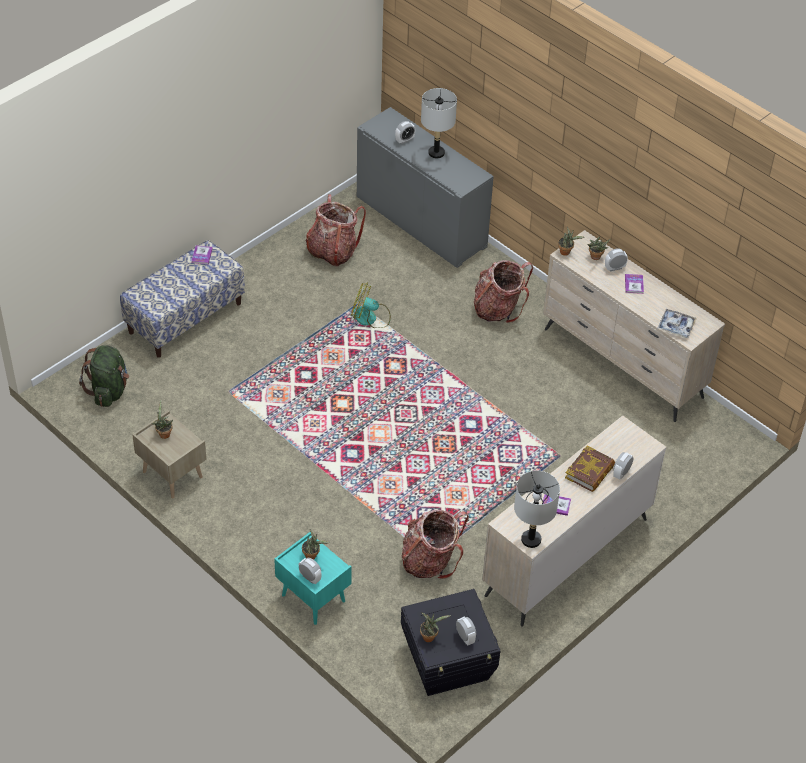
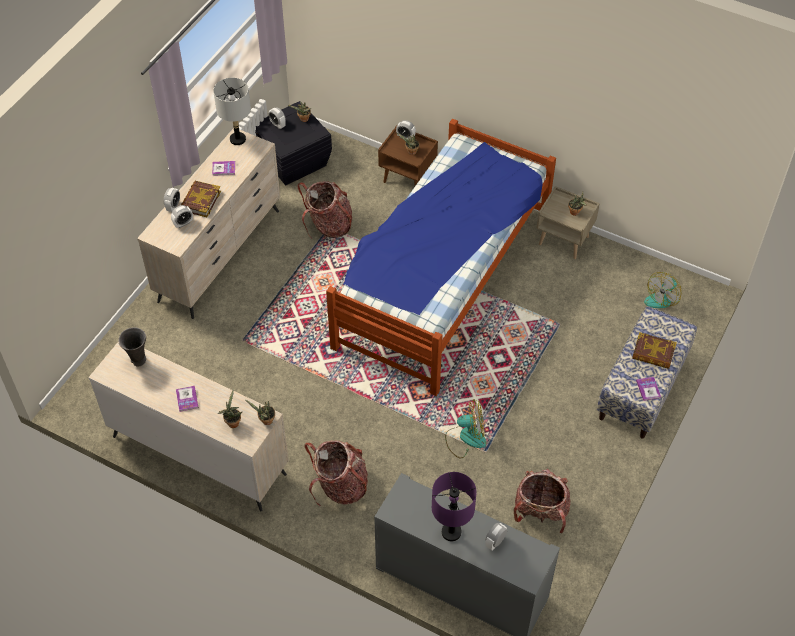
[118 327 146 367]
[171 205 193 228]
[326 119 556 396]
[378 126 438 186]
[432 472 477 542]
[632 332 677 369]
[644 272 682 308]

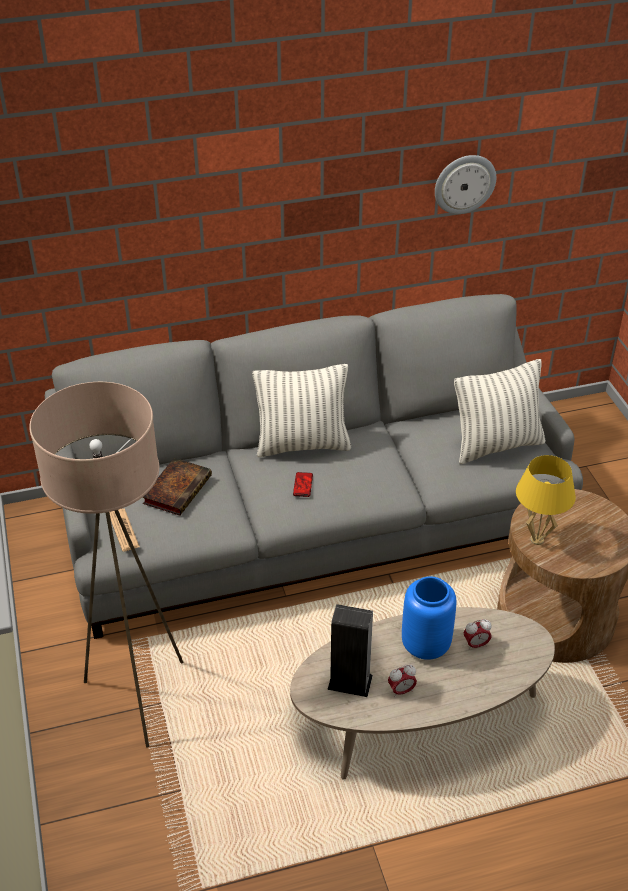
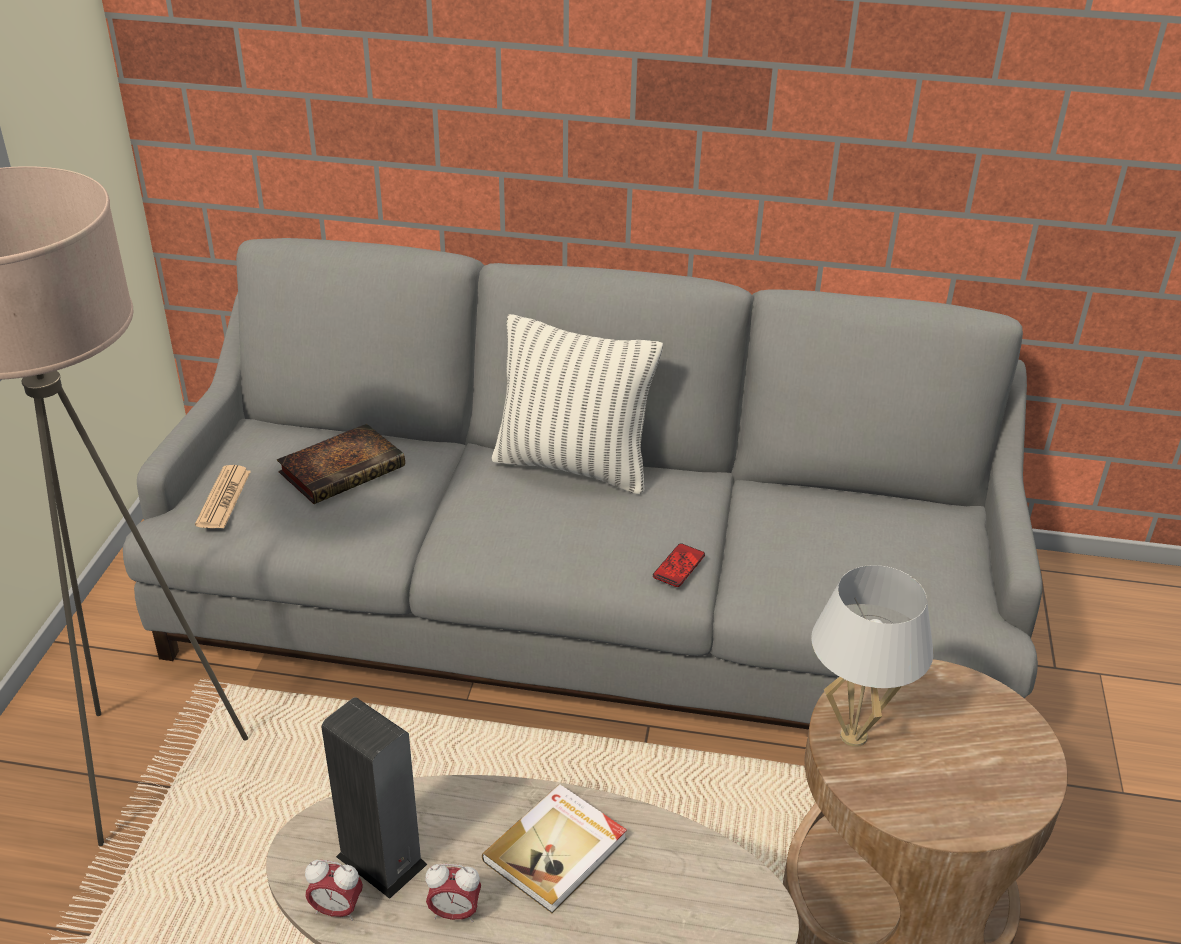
[305 860 363 921]
[482 784 627 913]
[653 543 705 587]
[811 565 933 747]
[435 155 496 214] (first image)
[454 359 546 464] (first image)

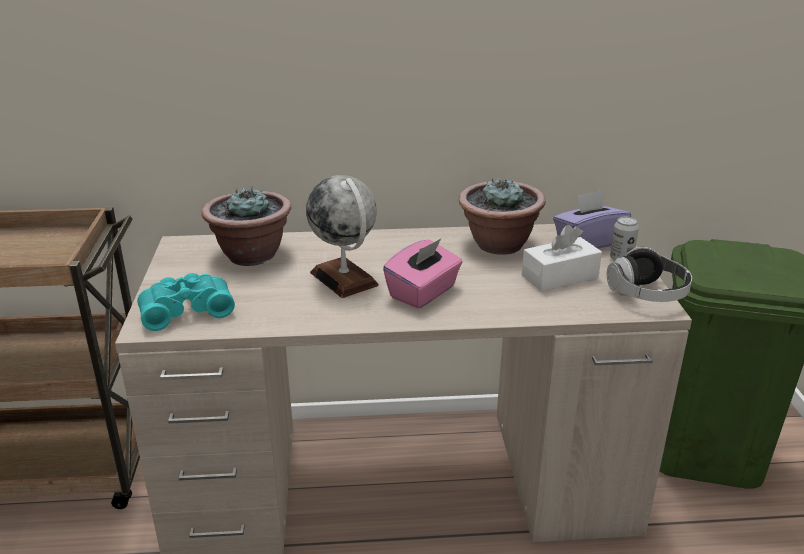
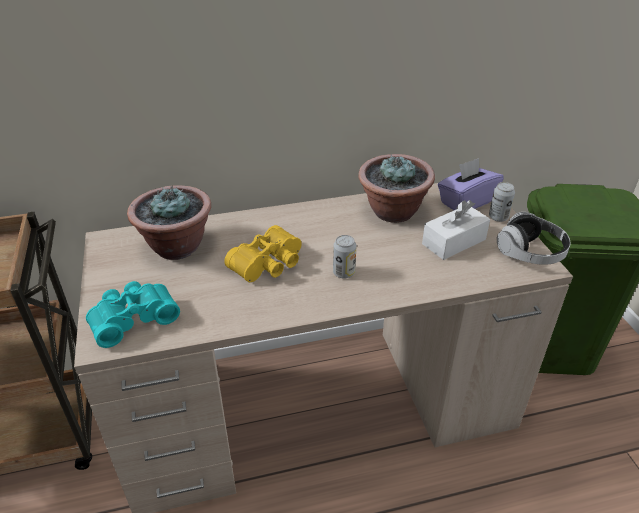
[224 225 302 282]
[333 235 356 278]

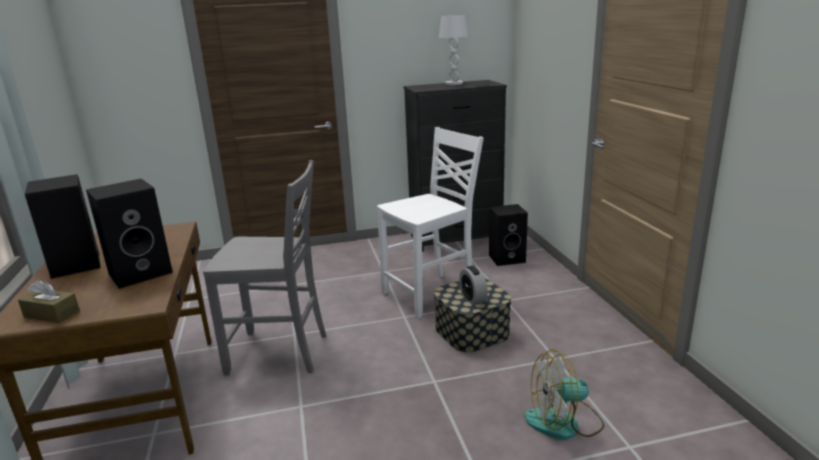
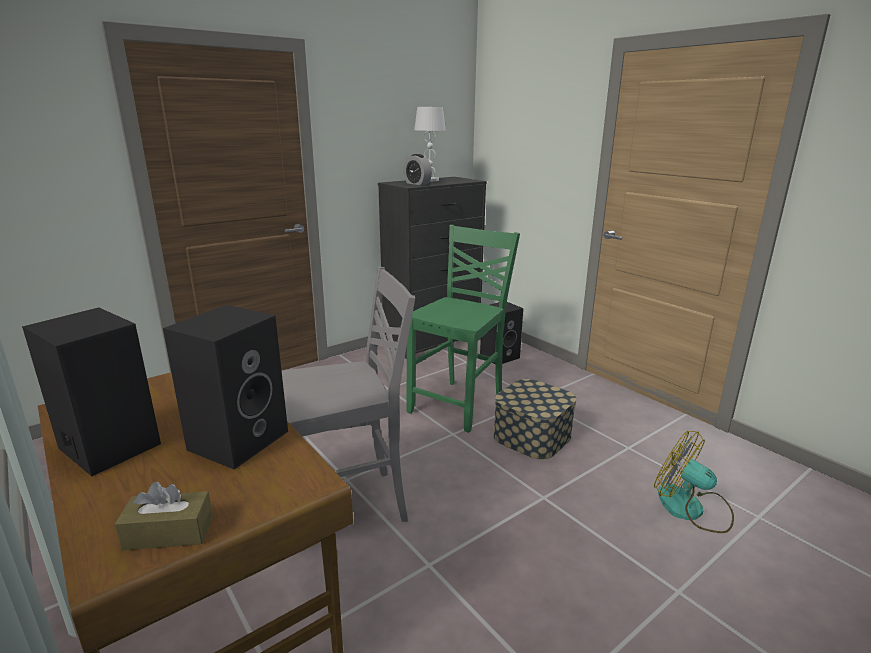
[403 154 432 185]
[406 225 520 433]
[654 431 734 533]

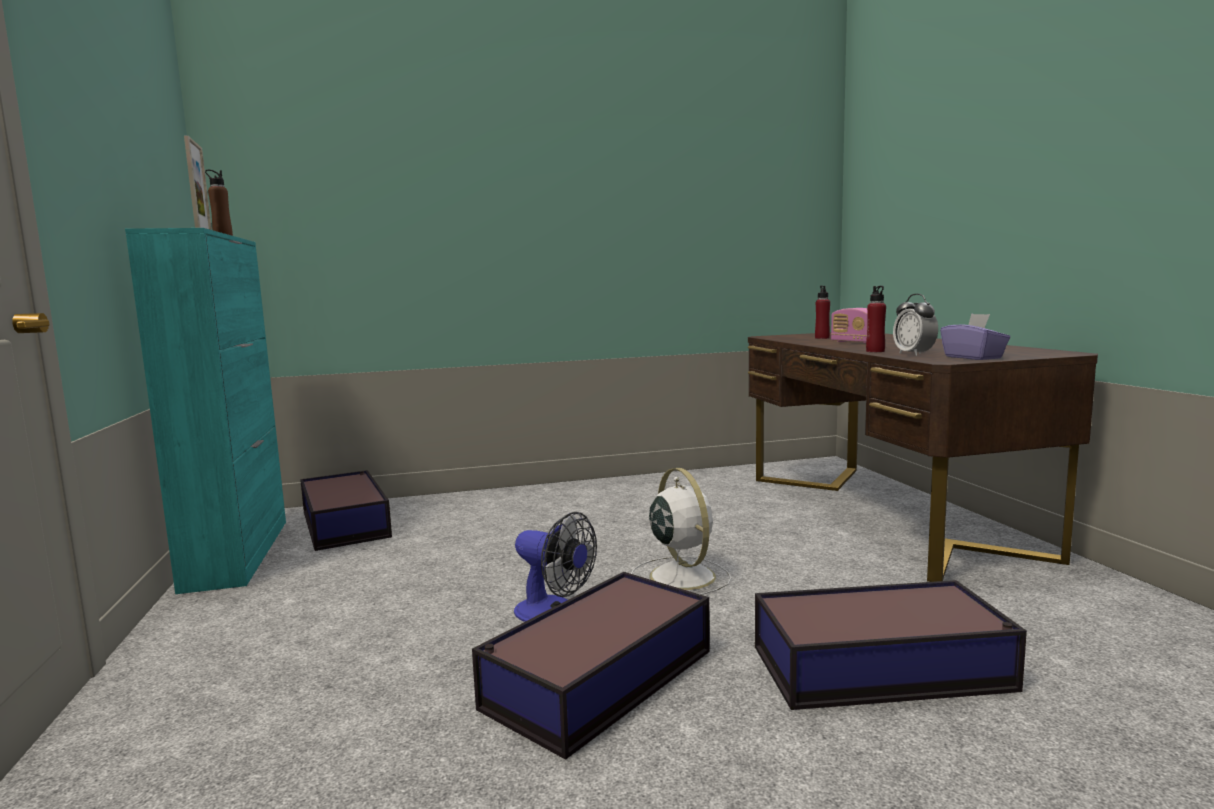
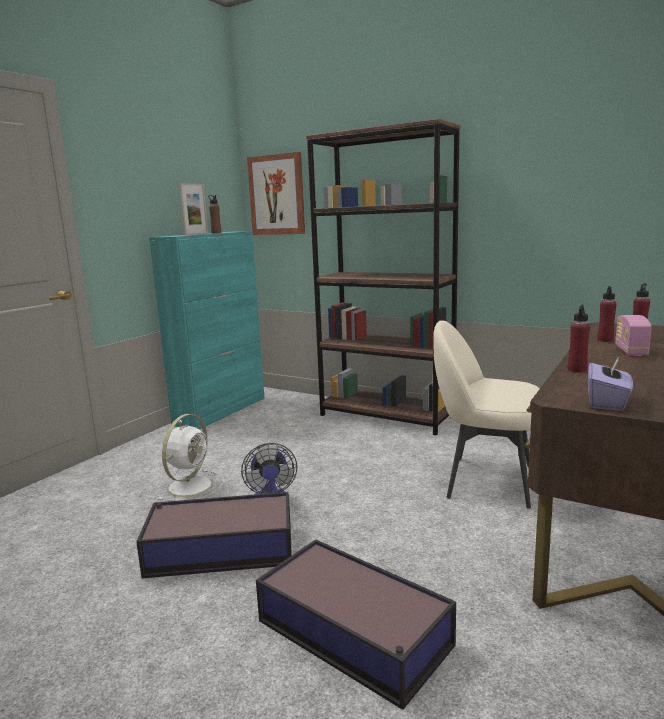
[158 414 224 501]
[247 152 305 235]
[306 118 461 435]
[433 320 540 509]
[597 286 617 342]
[300 470 392 551] (first image)
[893 294 938 356] (first image)

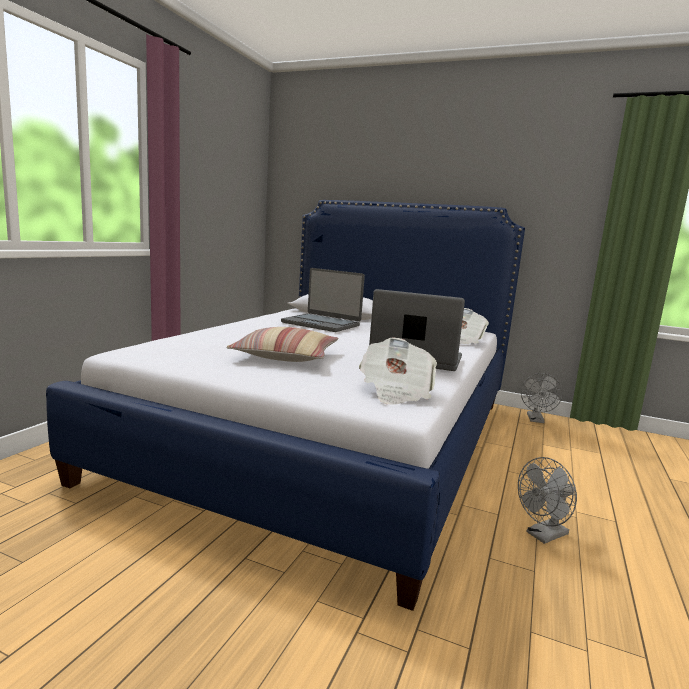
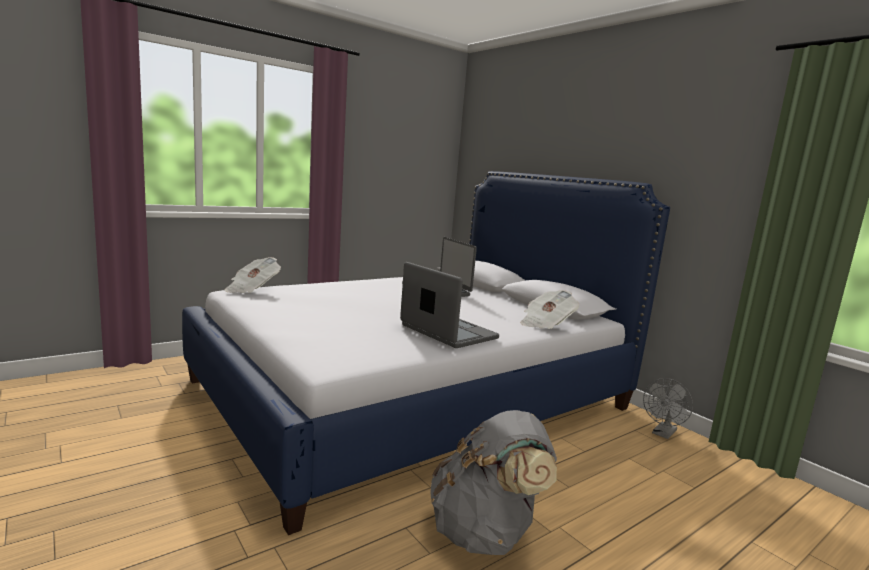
[225 257 281 293]
[430 410 557 555]
[227 327 339 362] (first image)

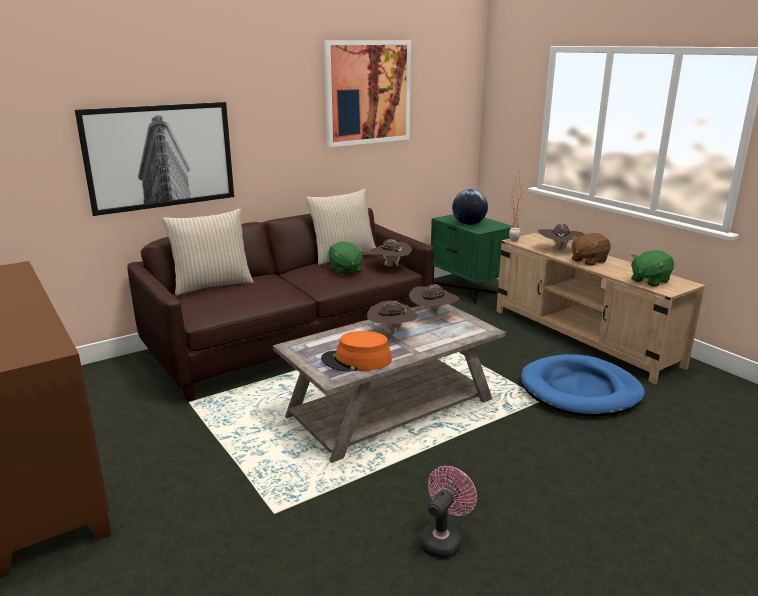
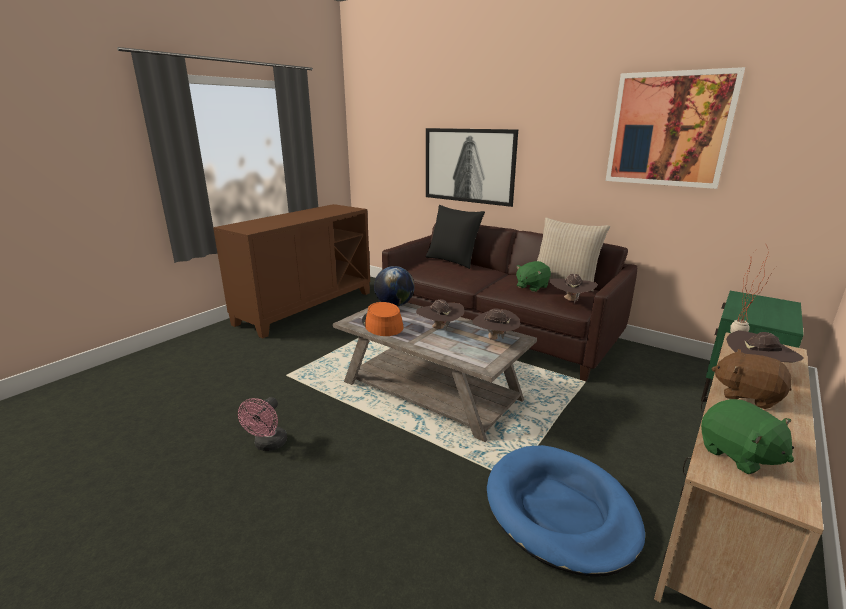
[238 397 287 451]
[374 266 415 306]
[426 205 485 269]
[701 399 794 474]

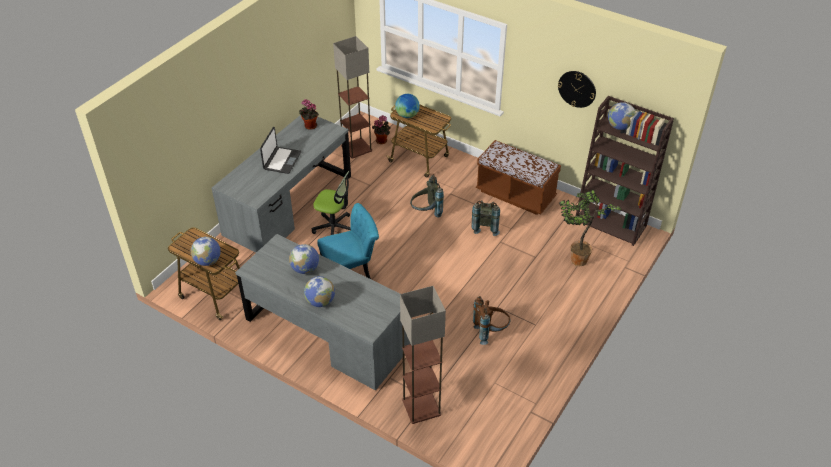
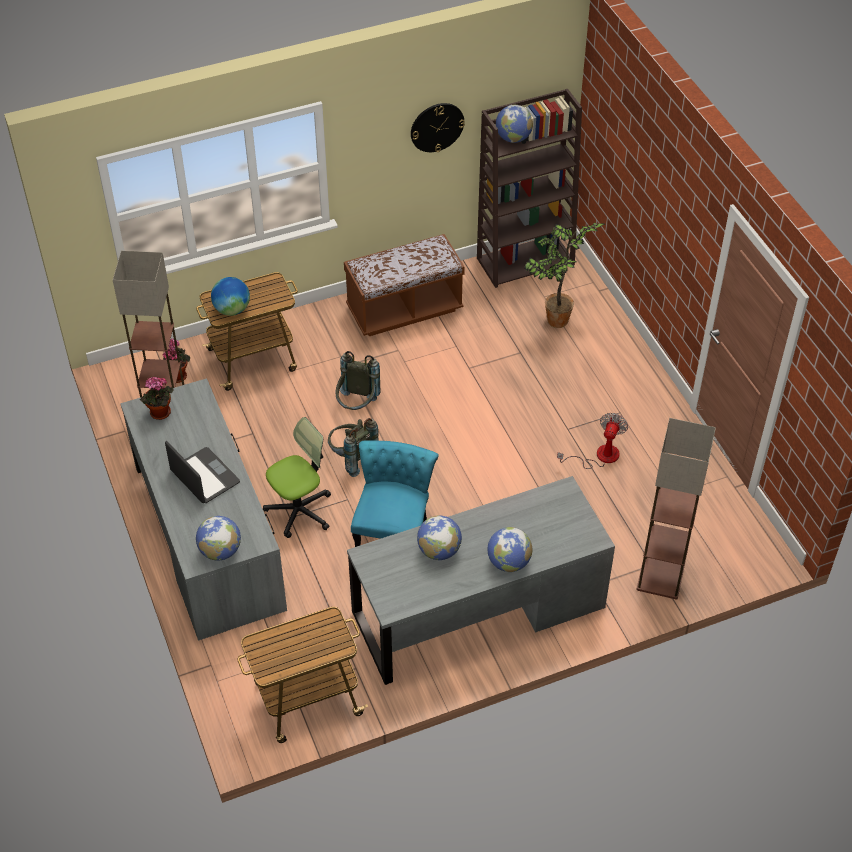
[196 516 241 560]
[328 418 379 477]
[557 413 628 469]

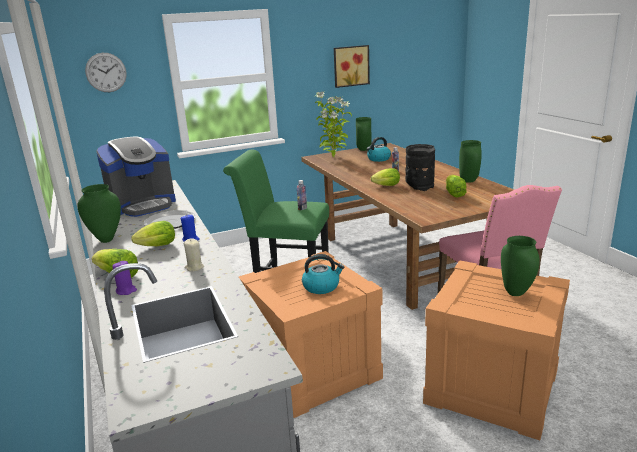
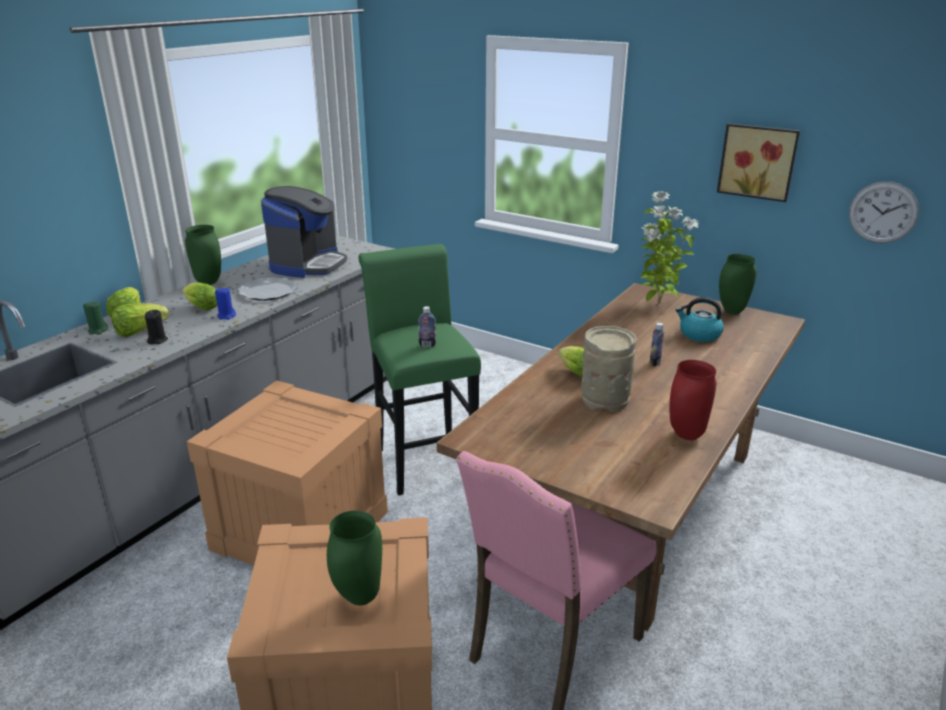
[83 302 108 335]
[112 303 169 337]
[145 310 168 344]
[261 186 347 278]
[581 326 637 412]
[670 360 716 440]
[849 182 919 243]
[302 254 345 294] (first image)

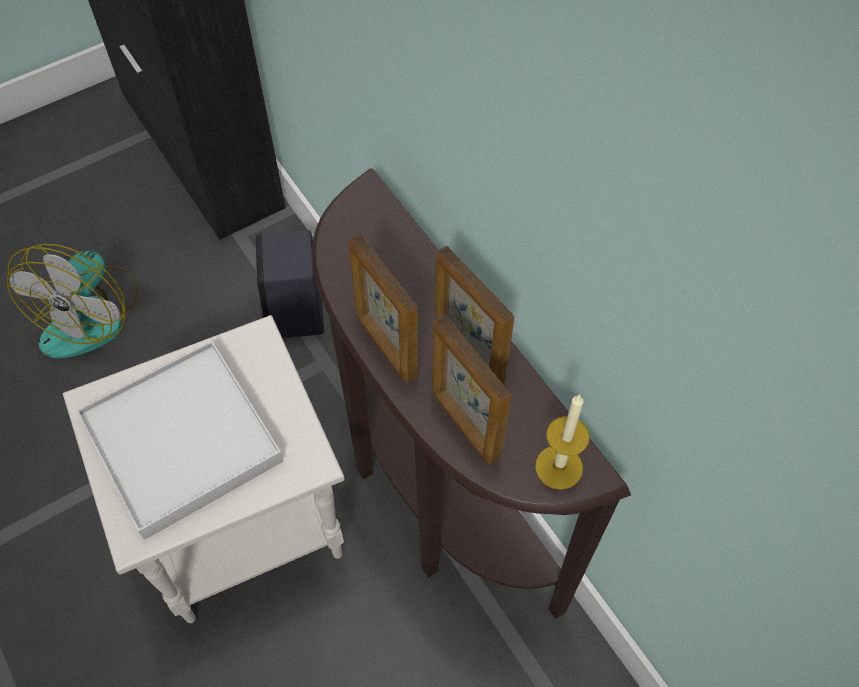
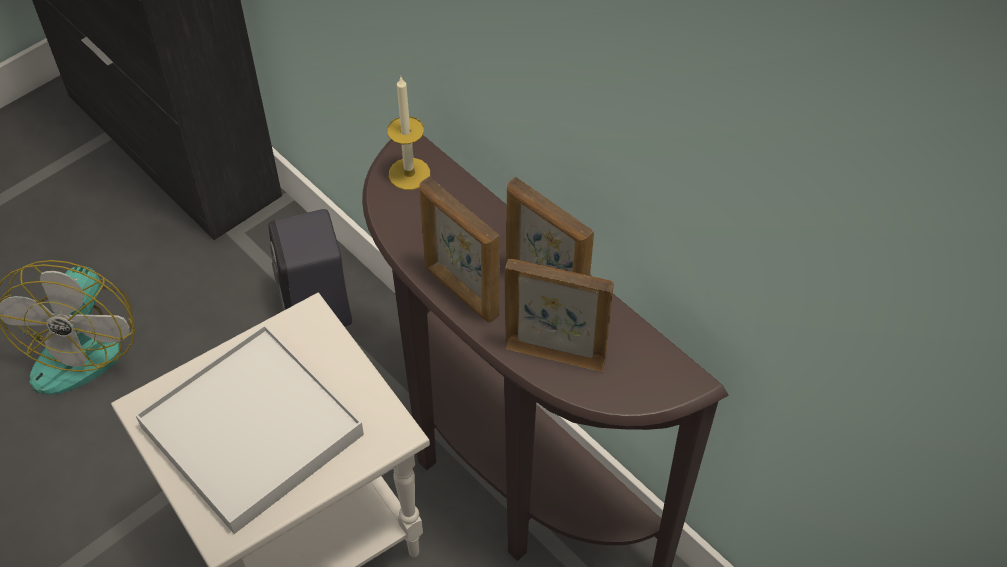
[387 77 430 190]
[505 259 614 372]

